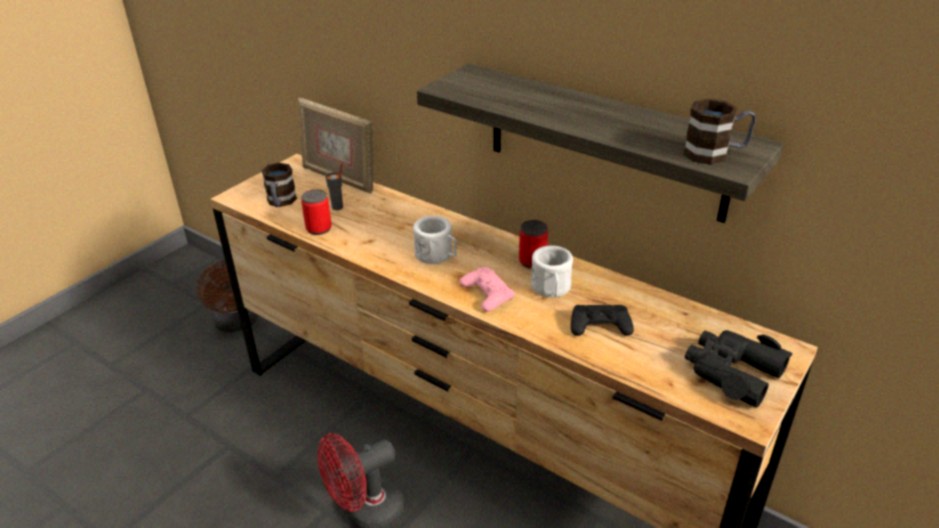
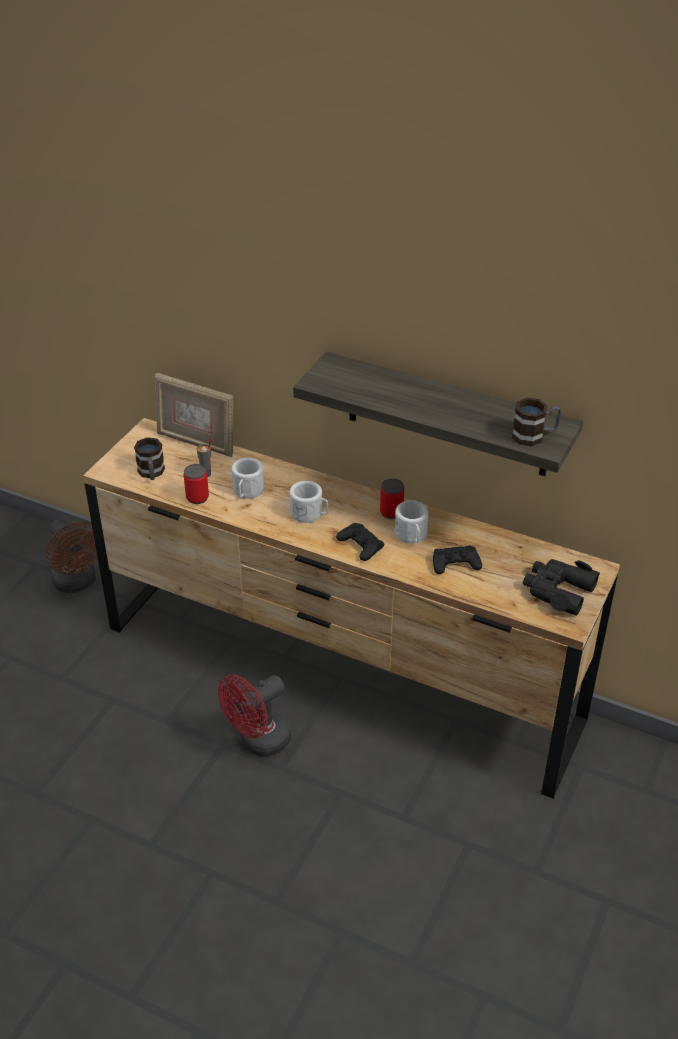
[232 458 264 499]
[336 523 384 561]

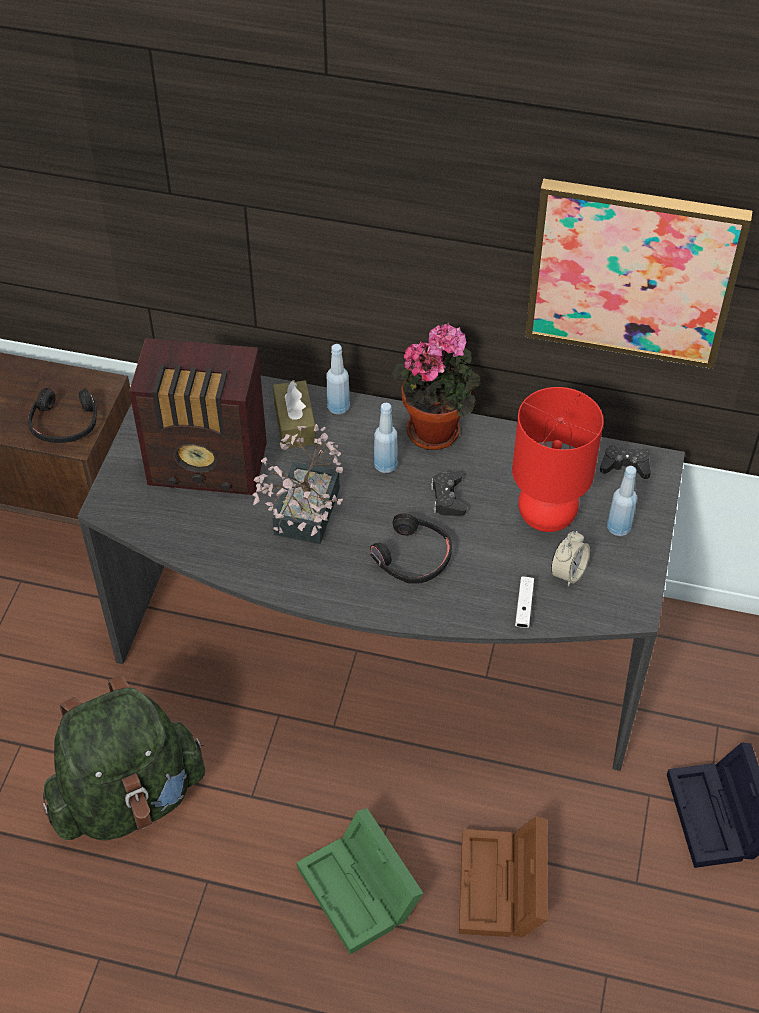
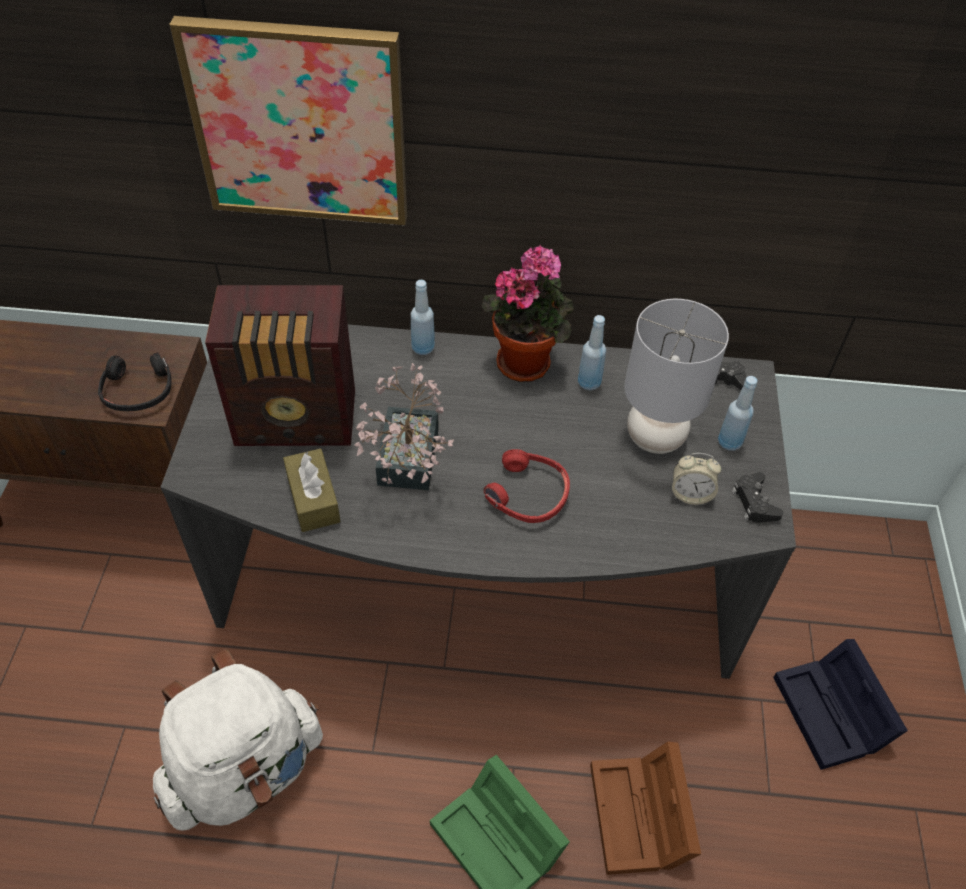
[153 649 323 831]
[169 16 407 225]
[283 448 341 532]
[484 449 570 523]
[578 315 606 390]
[624 299 729 454]
[672 453 721 505]
[732 472 783 523]
[515 576 534 628] (first image)

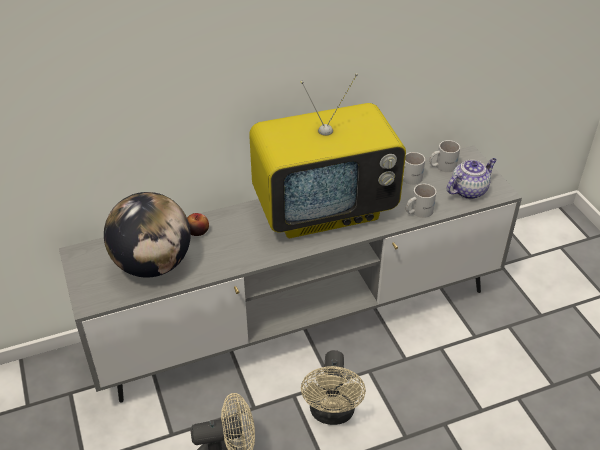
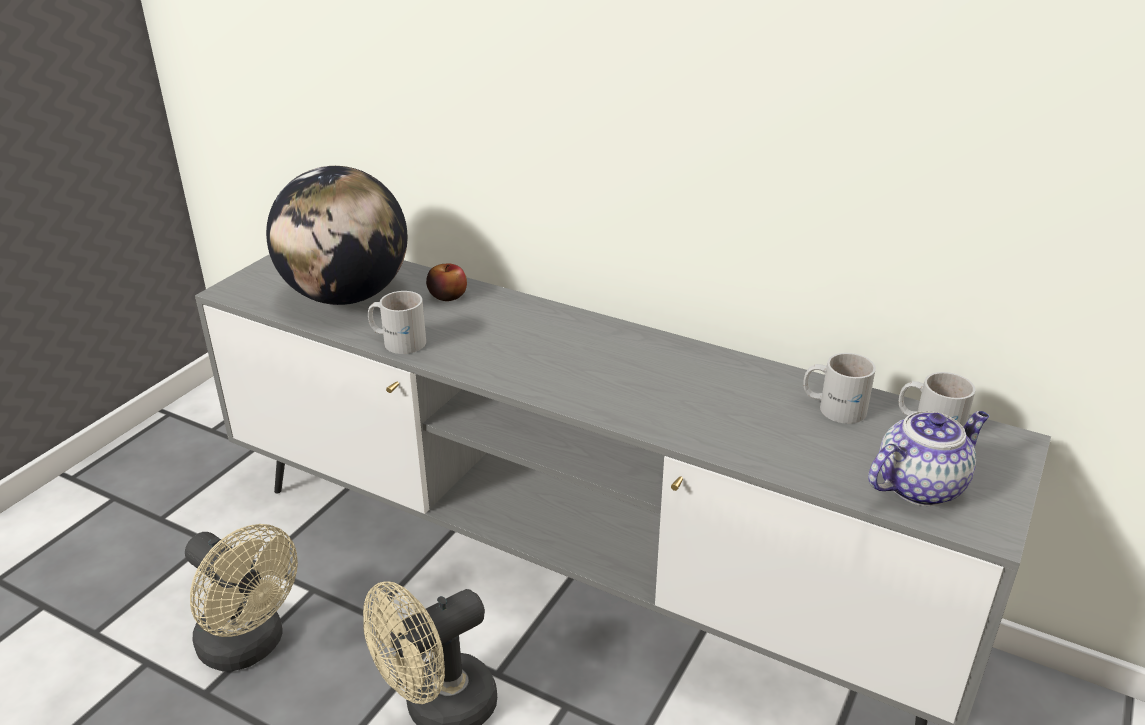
[368 291 426 354]
[868 411 989 506]
[249 73 406 238] (first image)

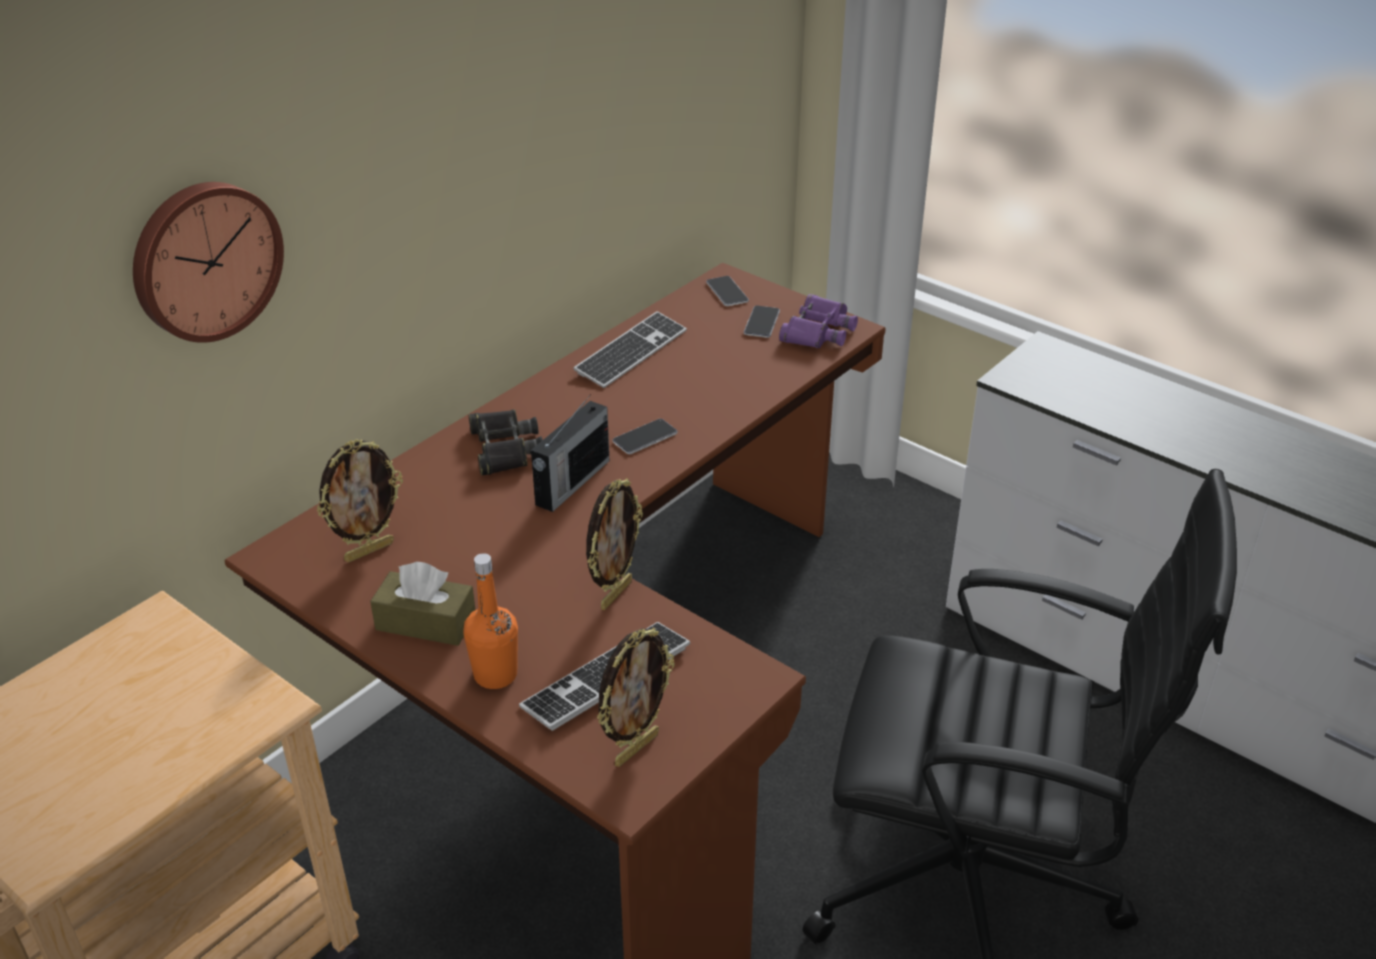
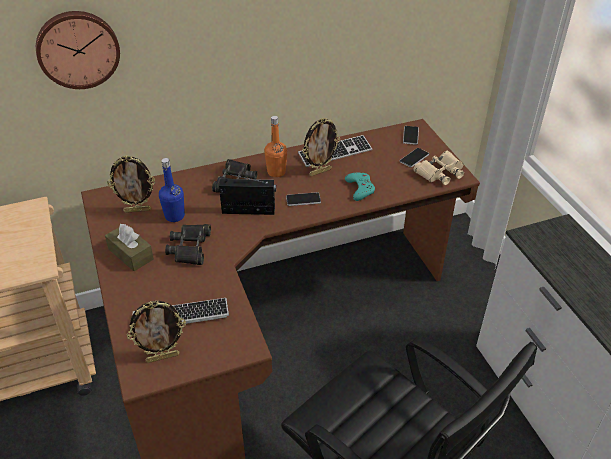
[159 158 185 222]
[165 224 211 265]
[219 174 276 215]
[264 116 287 177]
[302 118 340 176]
[345 173 375 201]
[413 151 464 185]

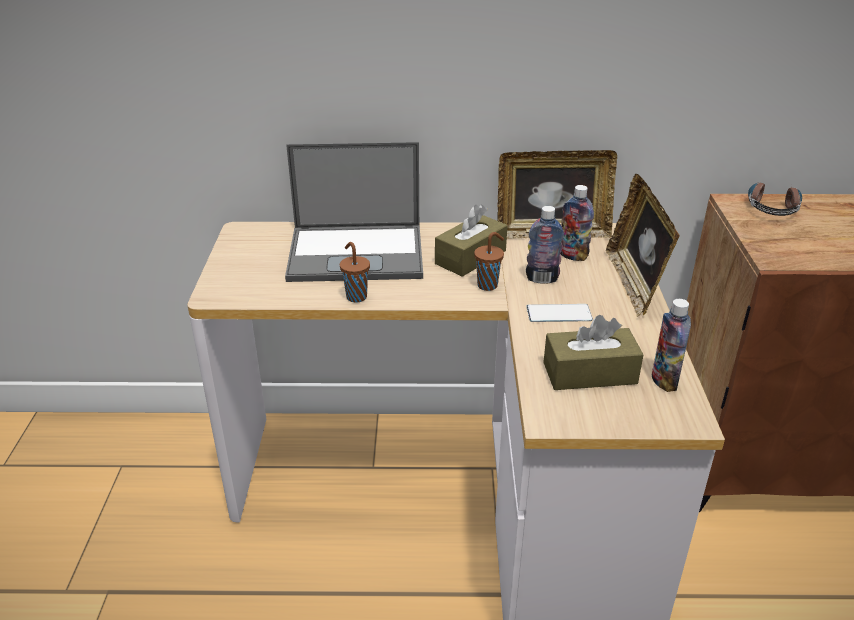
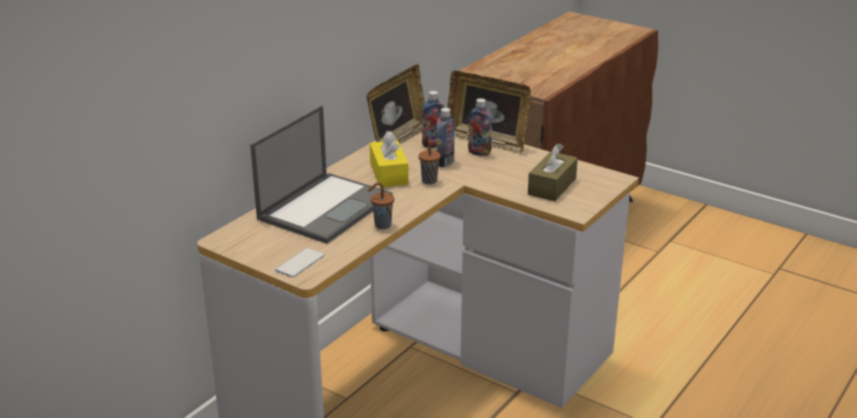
[275 248 325 277]
[370 131 409 188]
[468 98 492 156]
[748 182 802 216] (first image)

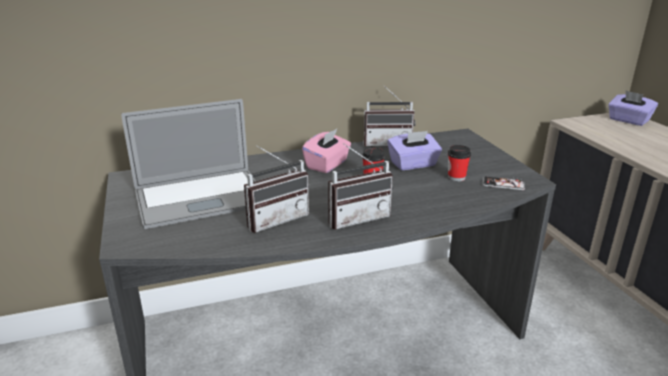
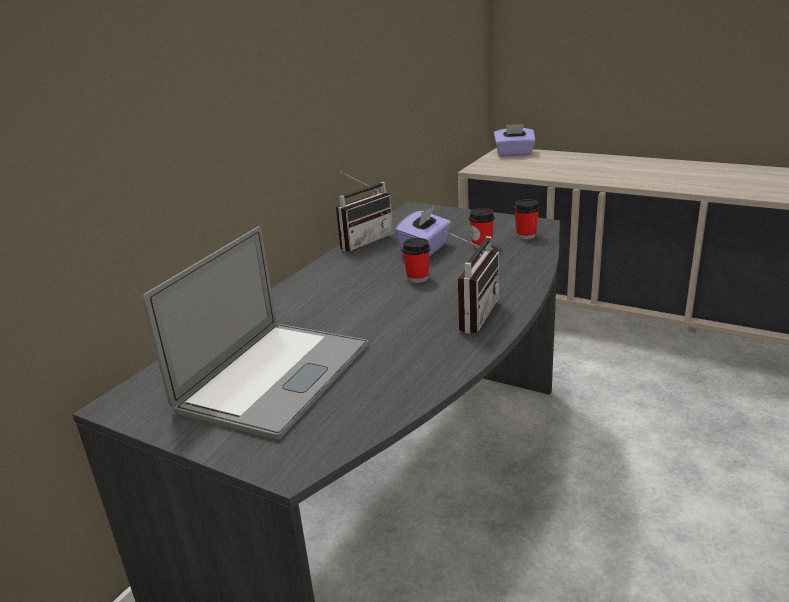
[514 199 540 239]
[244 145 309 233] (first image)
[302 128 351 173] (first image)

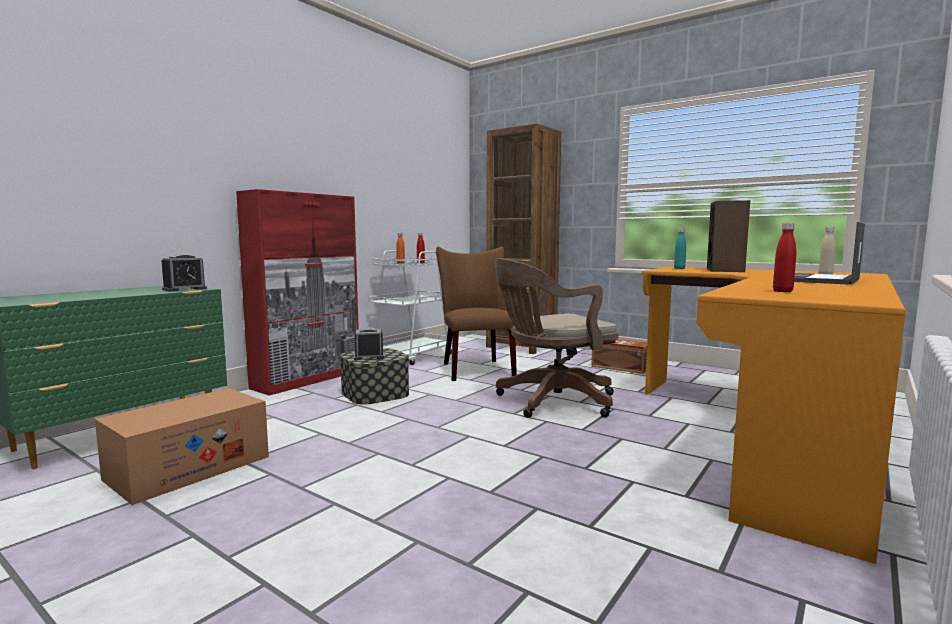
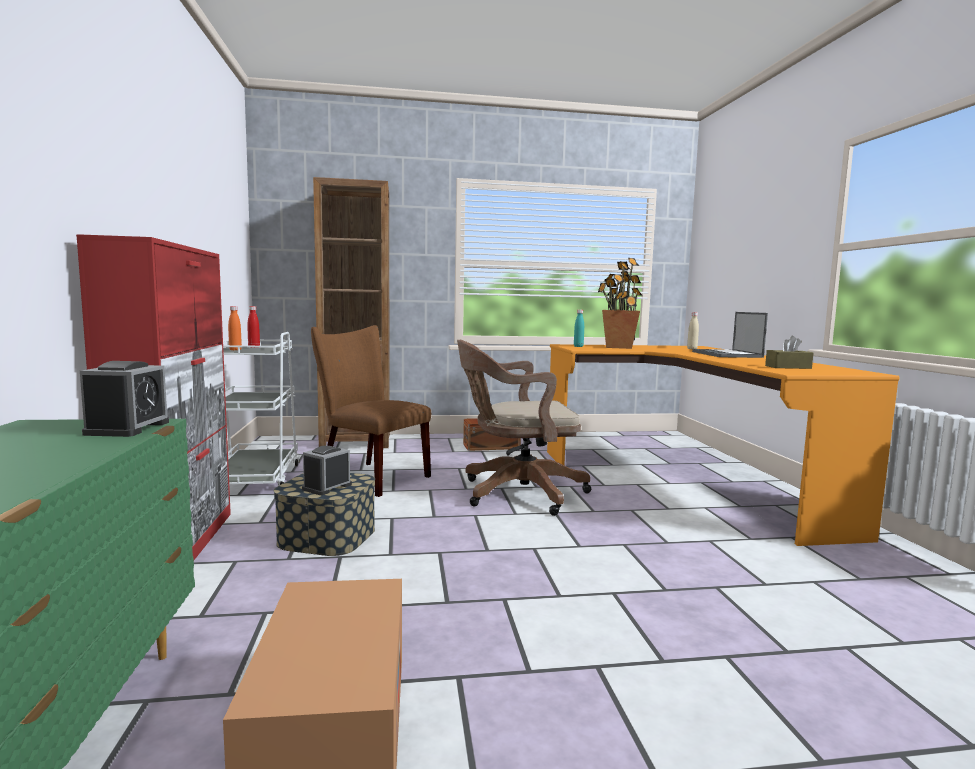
[457 340 591 516]
[598 258 643 349]
[765 336 813 369]

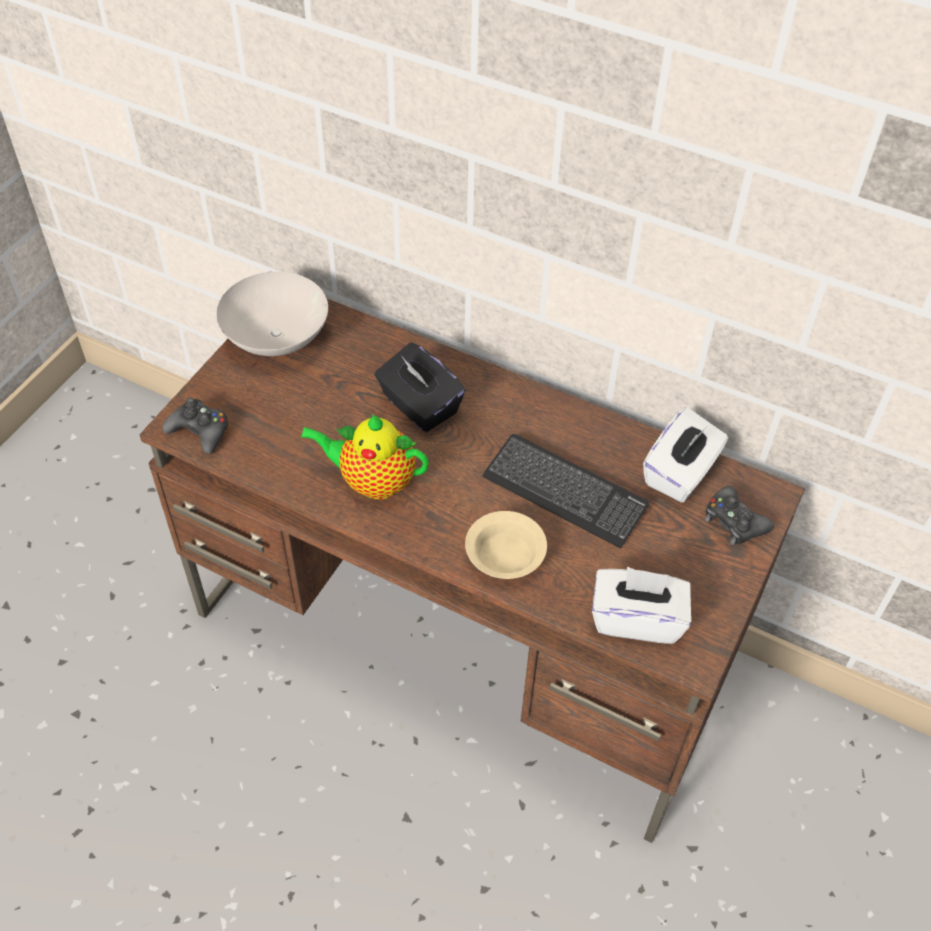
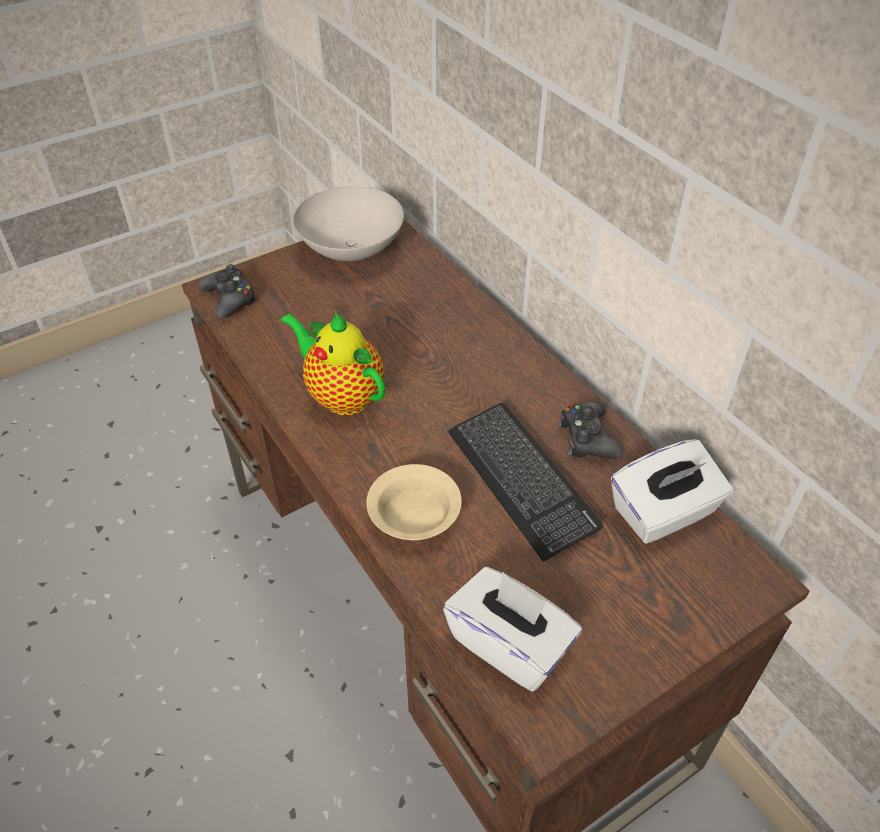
[558 401 623 459]
[375 343 465 432] (first image)

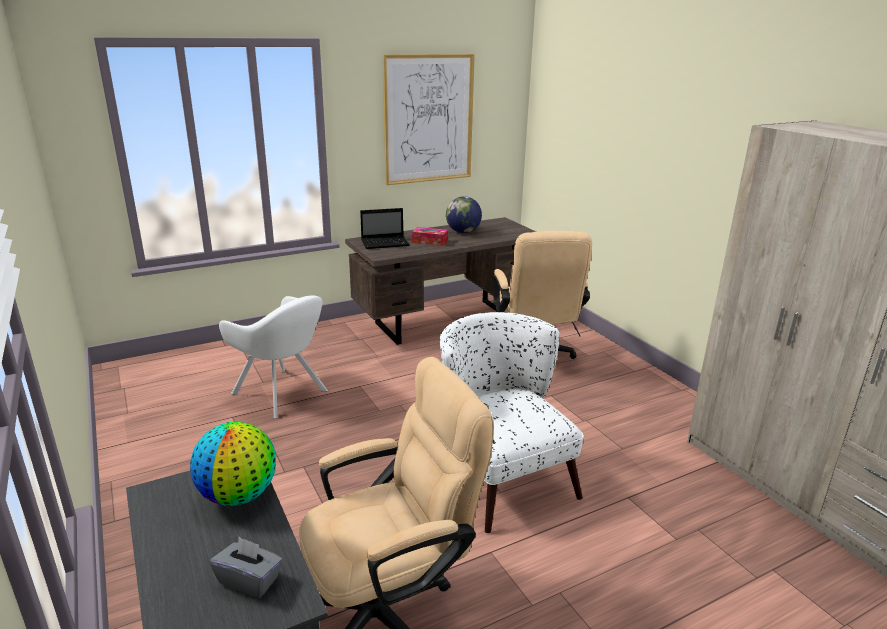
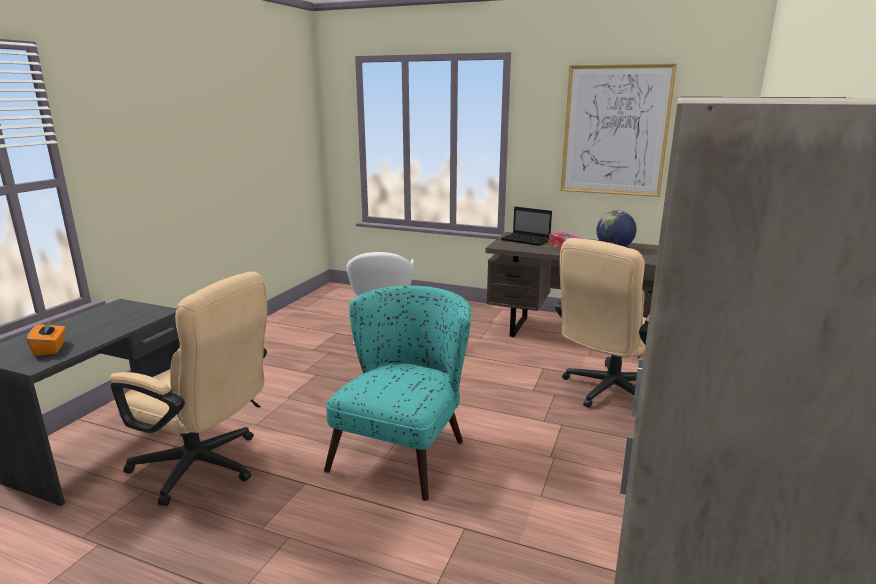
[27 318 66 356]
[324 286 471 501]
[190 422 276 506] (first image)

